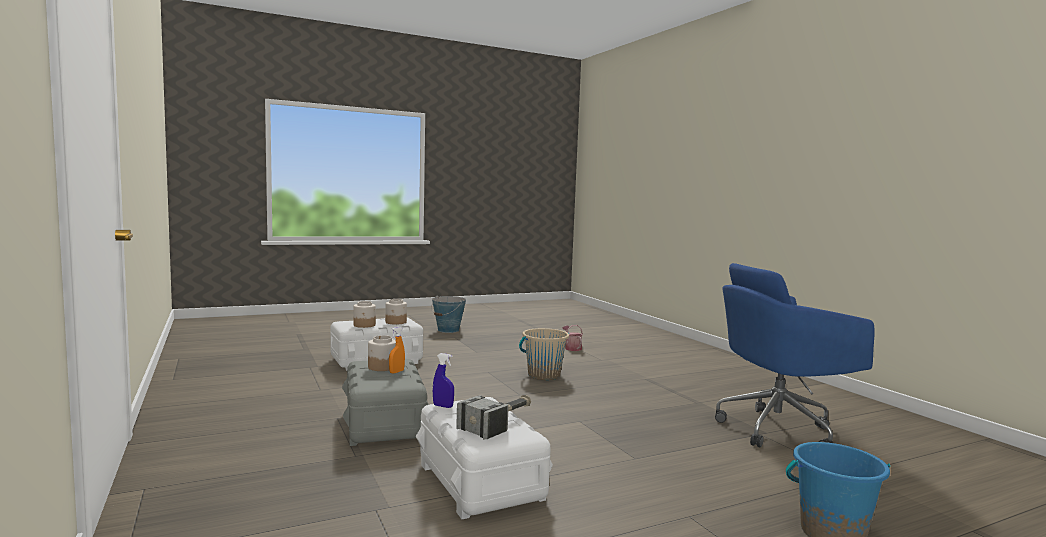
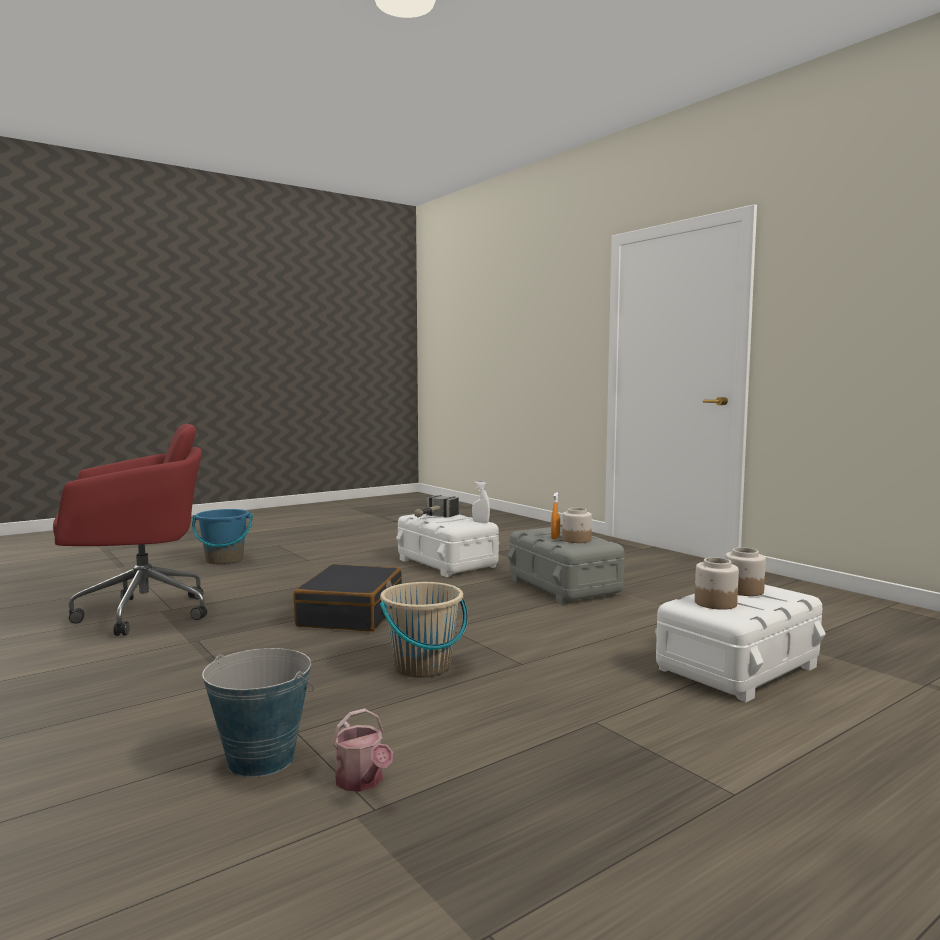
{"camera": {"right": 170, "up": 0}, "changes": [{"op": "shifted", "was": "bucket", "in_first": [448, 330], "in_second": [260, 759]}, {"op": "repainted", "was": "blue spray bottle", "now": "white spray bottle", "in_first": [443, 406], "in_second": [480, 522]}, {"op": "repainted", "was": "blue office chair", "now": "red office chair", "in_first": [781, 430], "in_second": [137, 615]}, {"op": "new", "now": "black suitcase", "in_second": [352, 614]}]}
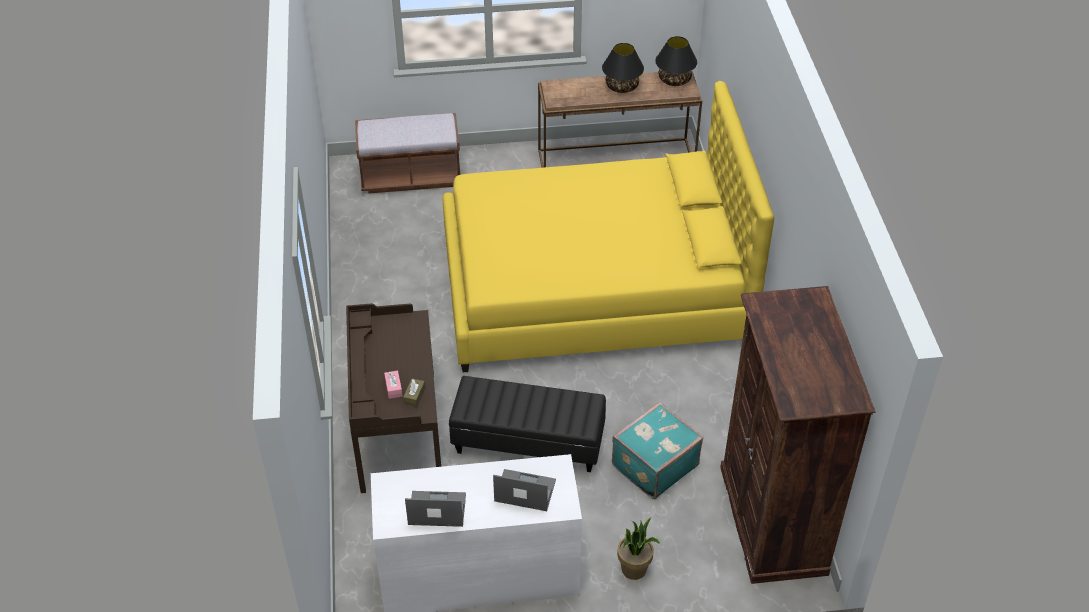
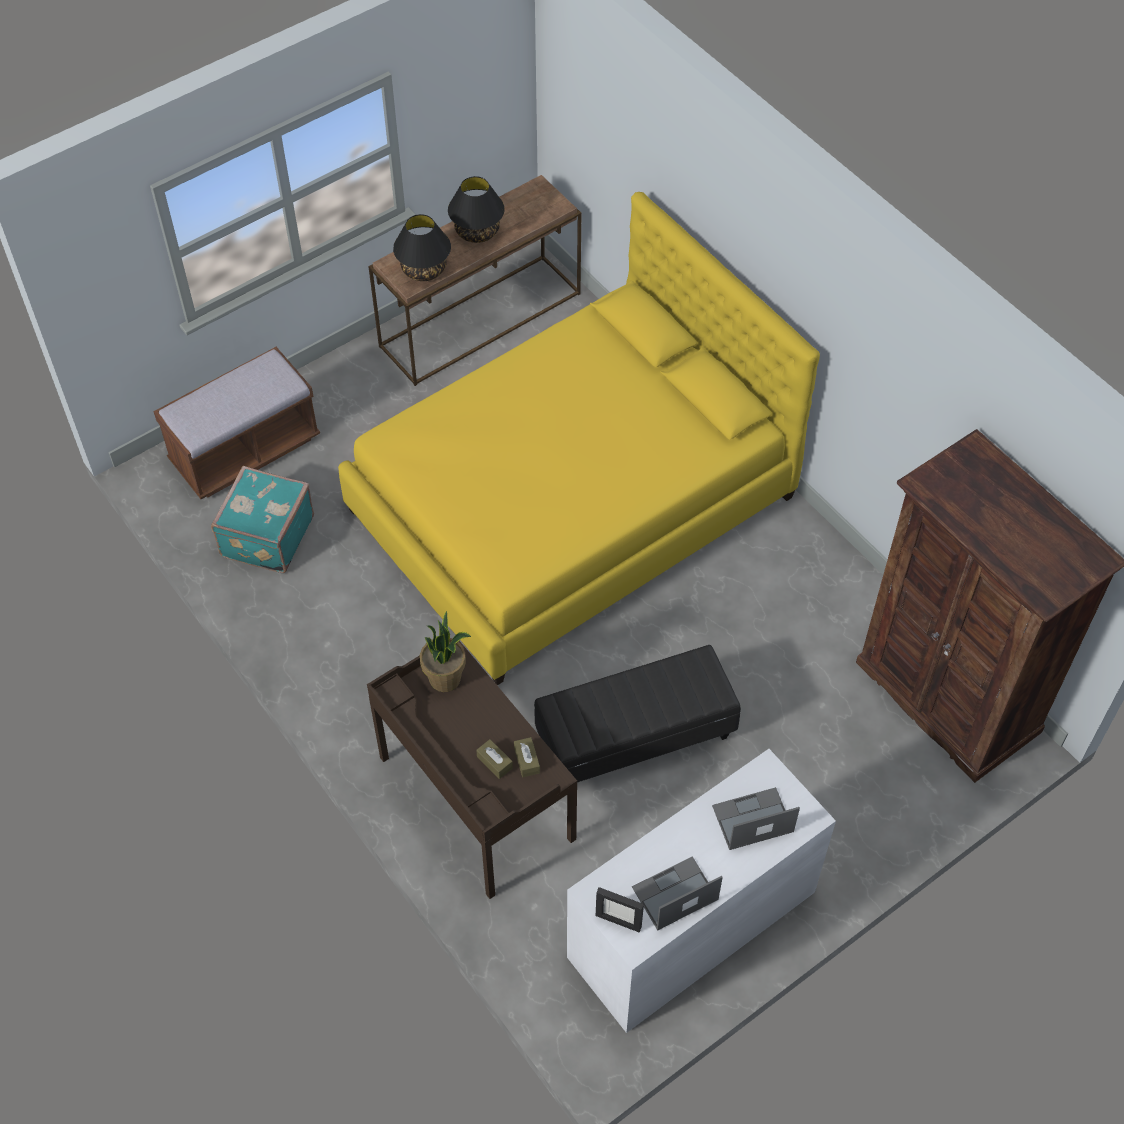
{"camera": {"right": -30, "up": 10}, "changes": [{"op": "repainted", "was": "pink tissue box", "now": "brown tissue box", "in_first": [393, 388], "in_second": [494, 762]}, {"op": "shifted", "was": "turquoise suitcase", "in_first": [653, 465], "in_second": [265, 536]}, {"op": "shifted", "was": "potted plant", "in_first": [634, 569], "in_second": [445, 679]}, {"op": "shifted", "was": "black table lamp", "in_first": [674, 80], "in_second": [424, 269]}, {"op": "new", "now": "picture frame", "in_second": [618, 920]}]}
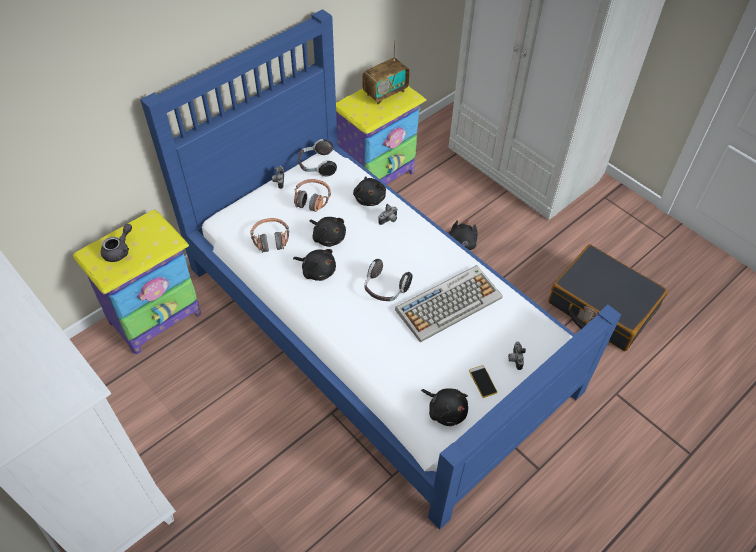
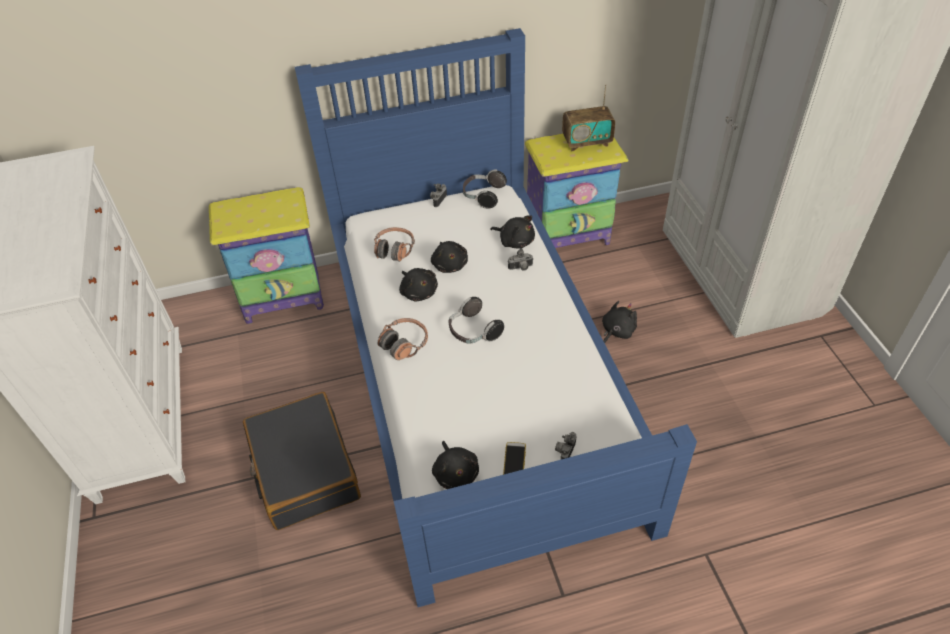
{"camera": {"right": 30, "up": -5}, "changes": [{"op": "gone", "was": "grey teapot", "in_first": [119, 250]}, {"op": "shifted", "was": "headphones", "in_first": [312, 199], "in_second": [404, 344]}, {"op": "rotated", "was": "black plush toy", "in_first": [369, 198], "in_second": [515, 241], "clockwise": -75}, {"op": "gone", "was": "keyboard", "in_first": [449, 303]}, {"op": "shifted", "was": "black suitcase", "in_first": [602, 306], "in_second": [304, 469]}]}
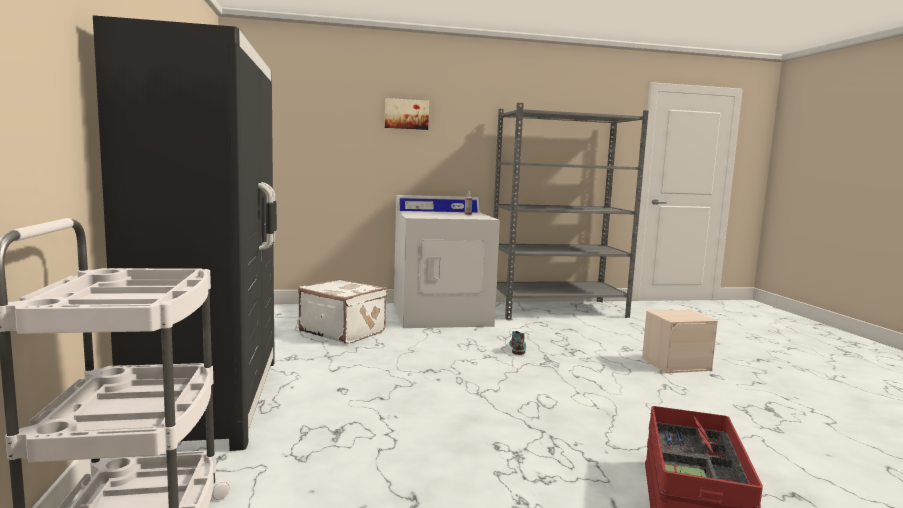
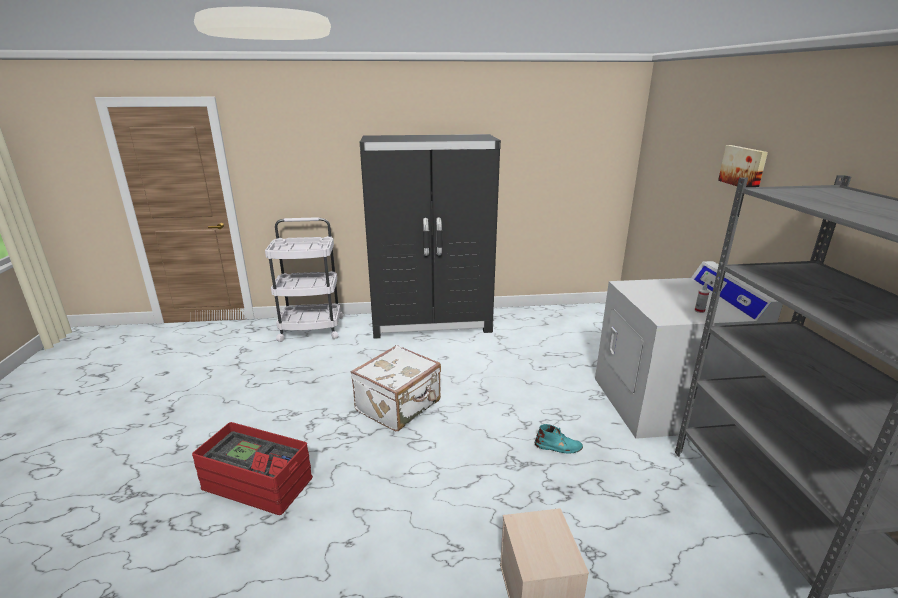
{"camera": {"right": 95, "up": 15}, "changes": [{"op": "shifted", "was": "white suitcase", "in_first": [343, 331], "in_second": [399, 406]}]}
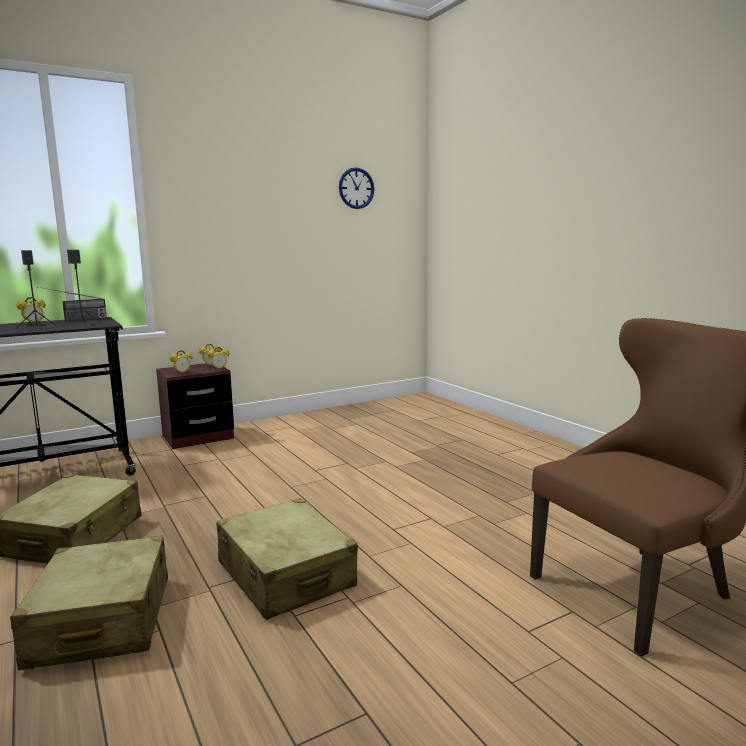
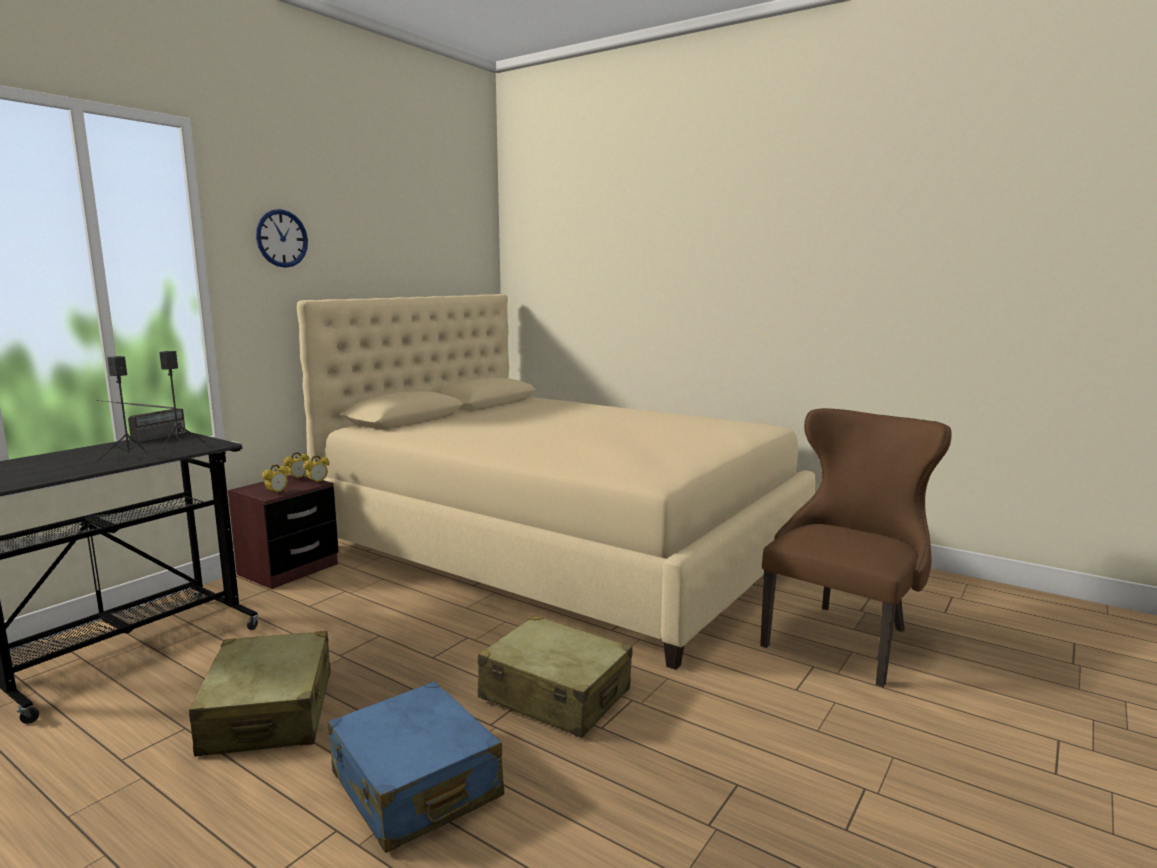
{"camera": {"right": -25, "up": 0}, "changes": [{"op": "repainted", "was": "beige suitcase", "now": "blue suitcase", "in_first": [102, 621], "in_second": [415, 785]}, {"op": "gone", "was": "alarm clock", "in_first": [33, 324]}, {"op": "shifted", "was": "wall clock", "in_first": [356, 188], "in_second": [282, 238]}, {"op": "new", "now": "beige bed", "in_second": [561, 548]}]}
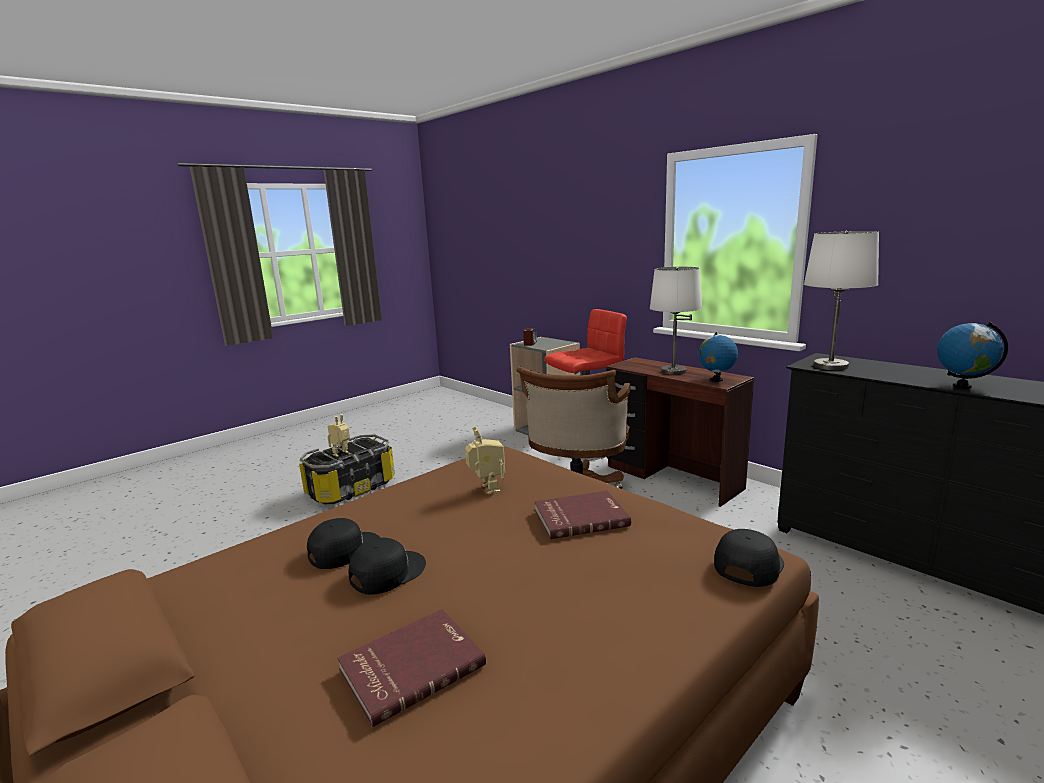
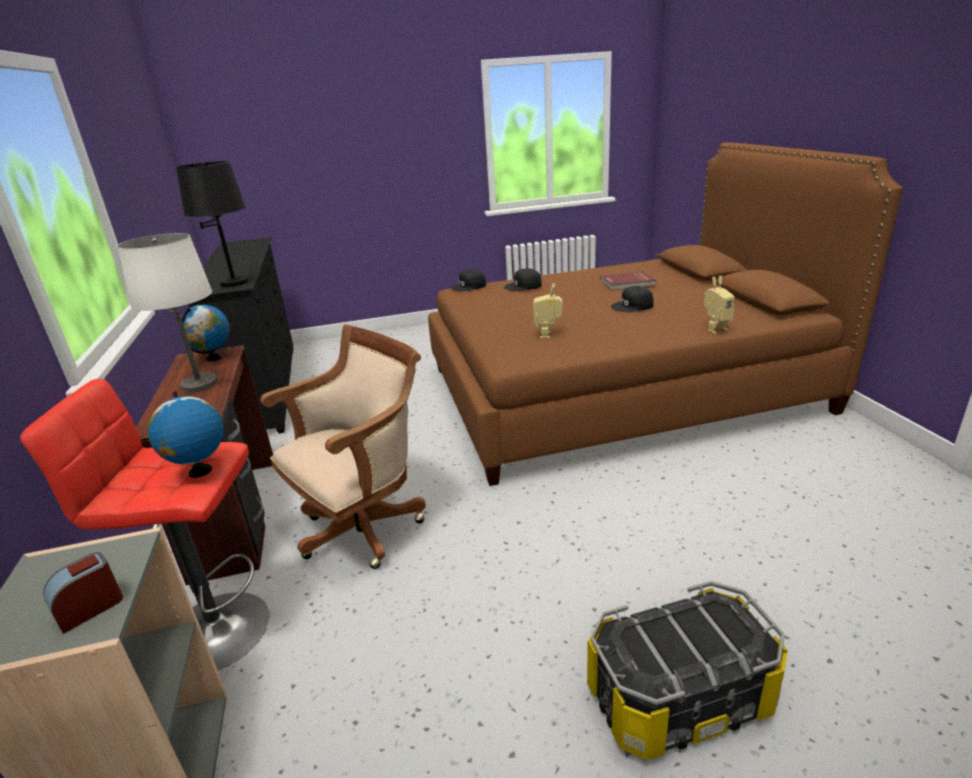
{"camera": {"right": -150, "up": 10}, "changes": [{"op": "shifted", "was": "black cap", "in_first": [344, 550], "in_second": [523, 286]}, {"op": "shifted", "was": "toy robot", "in_first": [342, 454], "in_second": [715, 329]}, {"op": "gone", "was": "red book", "in_first": [580, 517]}, {"op": "repainted", "was": "white table lamp", "now": "black table lamp", "in_first": [831, 366], "in_second": [234, 283]}, {"op": "shifted", "was": "globe", "in_first": [962, 386], "in_second": [200, 472]}]}
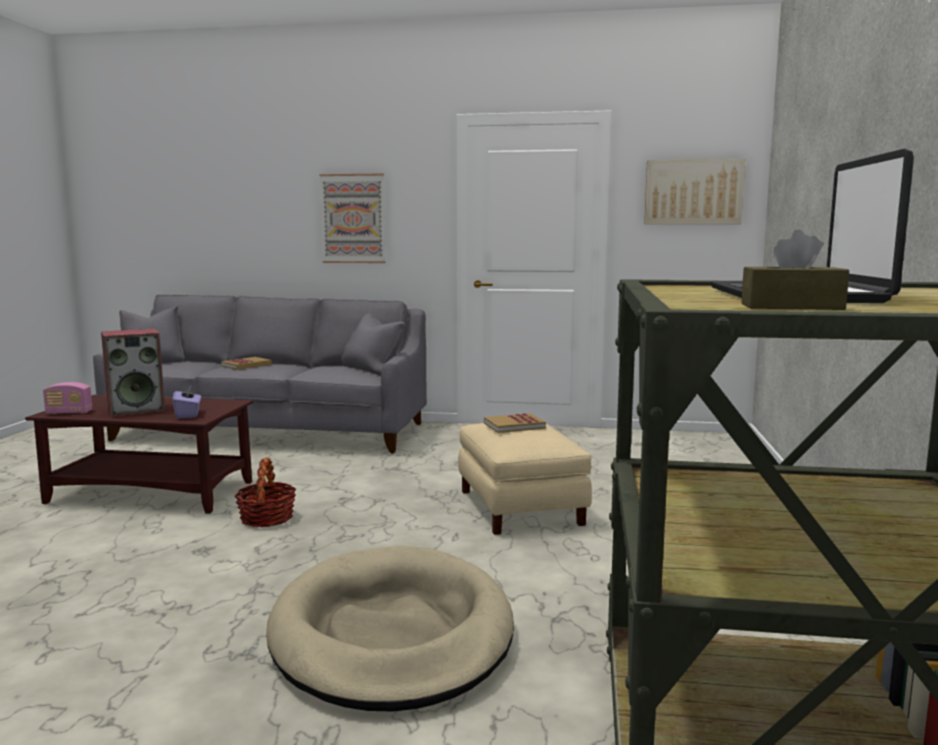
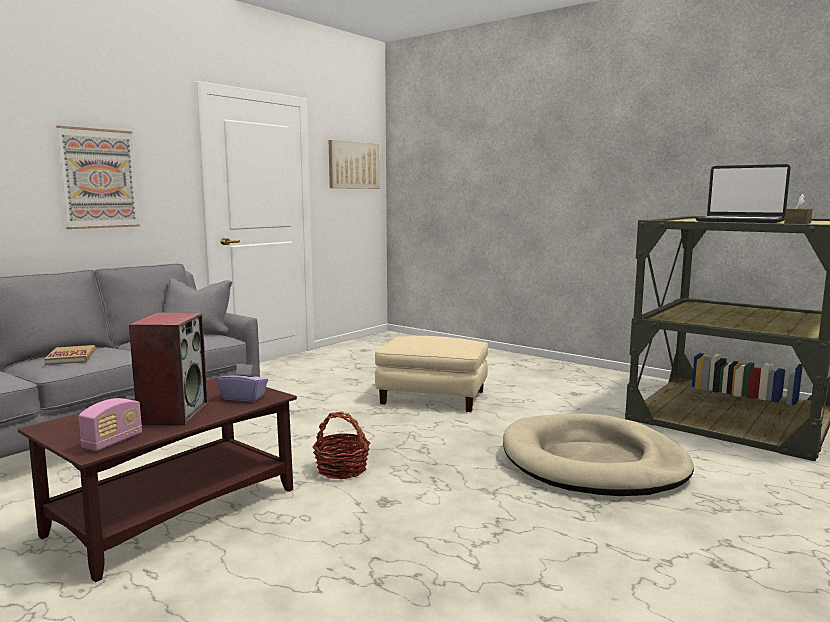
{"camera": {"right": -60, "up": 0}, "changes": [{"op": "gone", "was": "book", "in_first": [514, 426]}]}
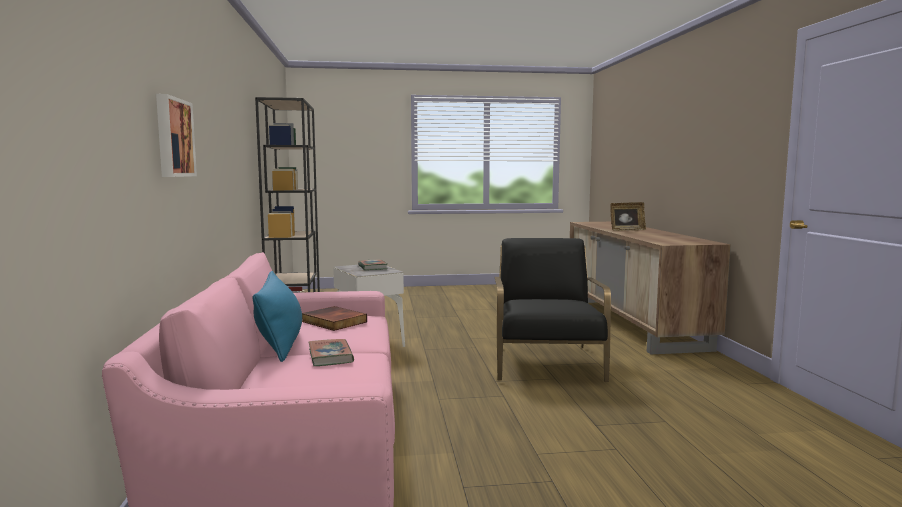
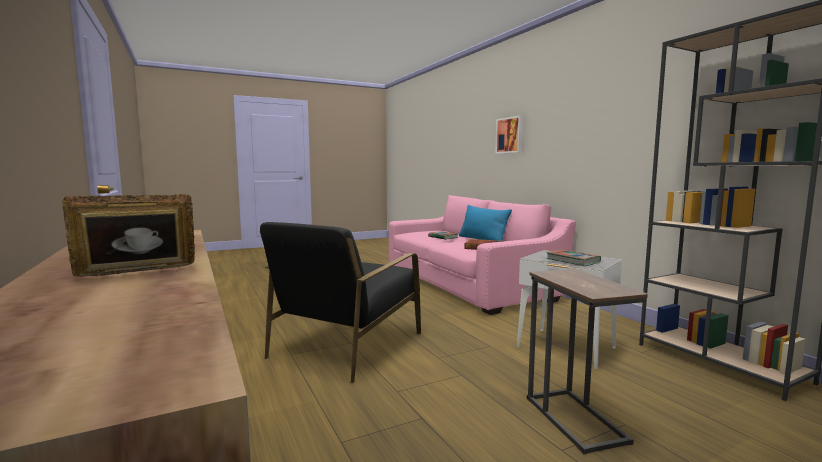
{"camera": {"right": 160, "up": 0}, "changes": [{"op": "rotated", "was": "black armchair", "in_first": [547, 364], "in_second": [347, 344], "clockwise": 45}, {"op": "new", "now": "brown side table", "in_second": [573, 419]}]}
